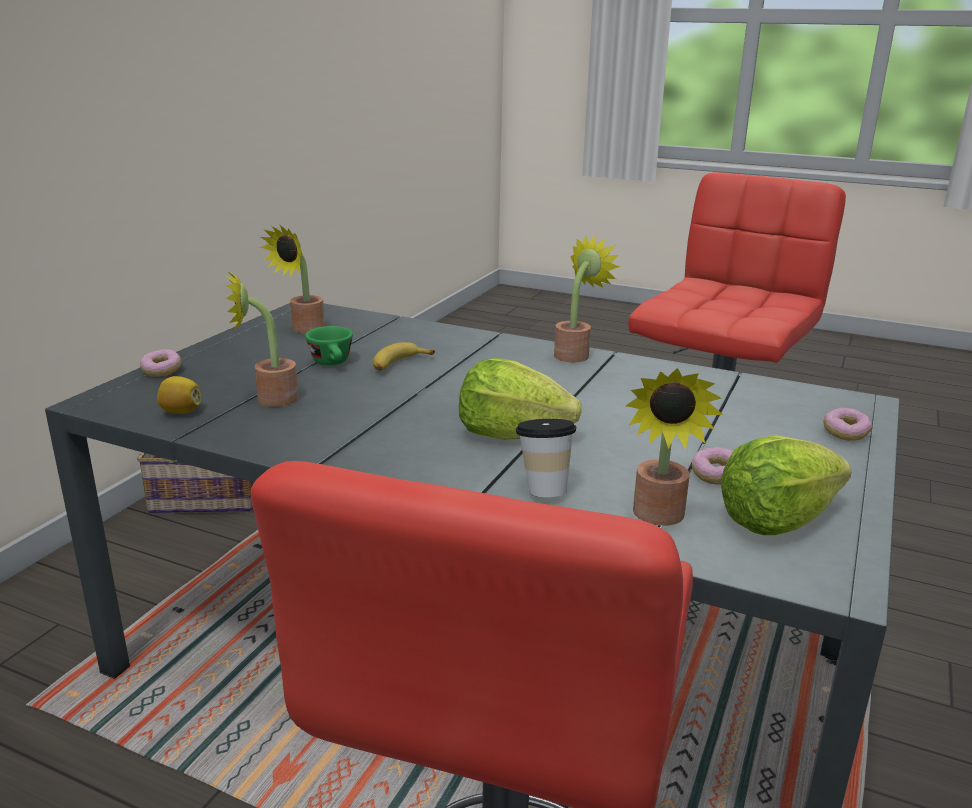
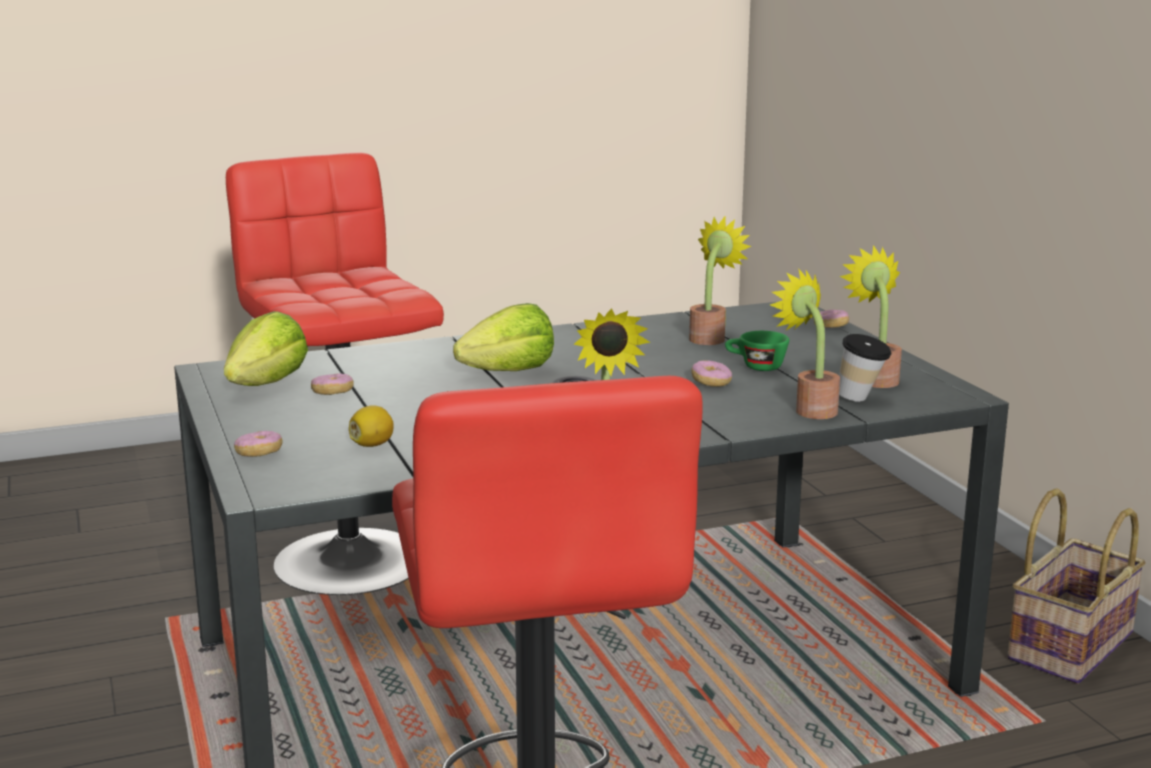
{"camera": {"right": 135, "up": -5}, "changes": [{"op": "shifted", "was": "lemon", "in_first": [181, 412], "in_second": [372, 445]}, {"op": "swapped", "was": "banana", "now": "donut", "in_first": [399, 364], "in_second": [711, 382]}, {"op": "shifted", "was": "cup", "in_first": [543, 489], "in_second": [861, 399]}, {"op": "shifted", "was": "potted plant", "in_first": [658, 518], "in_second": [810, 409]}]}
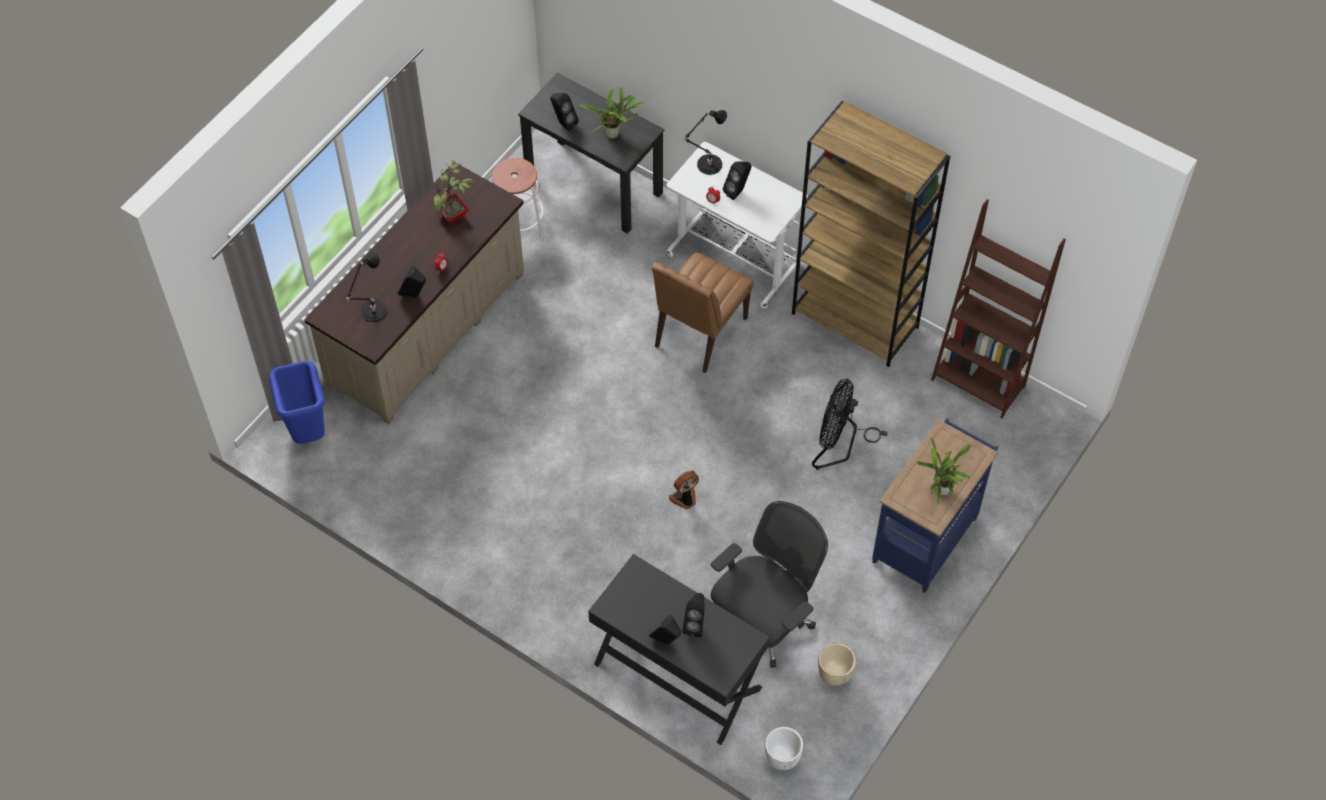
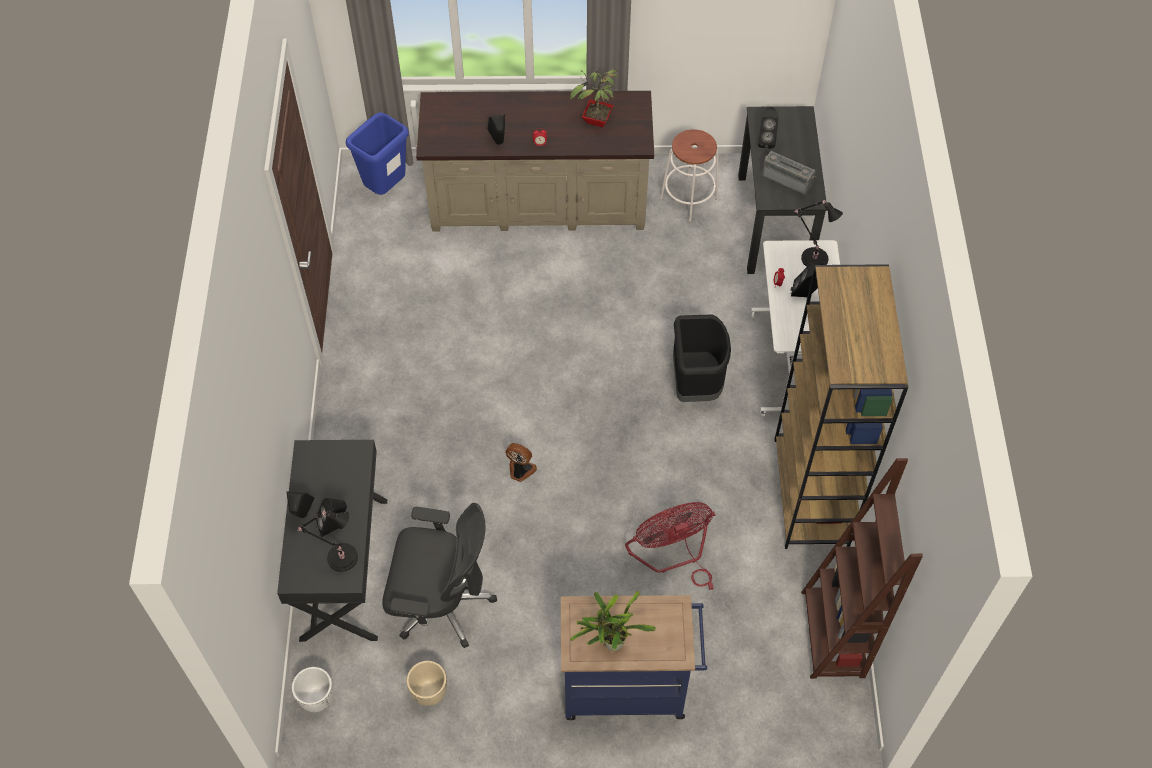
{"camera": {"right": 55, "up": 0}, "changes": [{"op": "shifted", "was": "black table lamp", "in_first": [372, 312], "in_second": [339, 557]}, {"op": "swapped", "was": "potted plant", "now": "radio", "in_first": [614, 134], "in_second": [788, 179]}, {"op": "swapped", "was": "brown chair", "now": "black trash can", "in_first": [701, 331], "in_second": [696, 383]}, {"op": "repainted", "was": "black fan", "now": "red fan", "in_first": [841, 438], "in_second": [677, 555]}]}
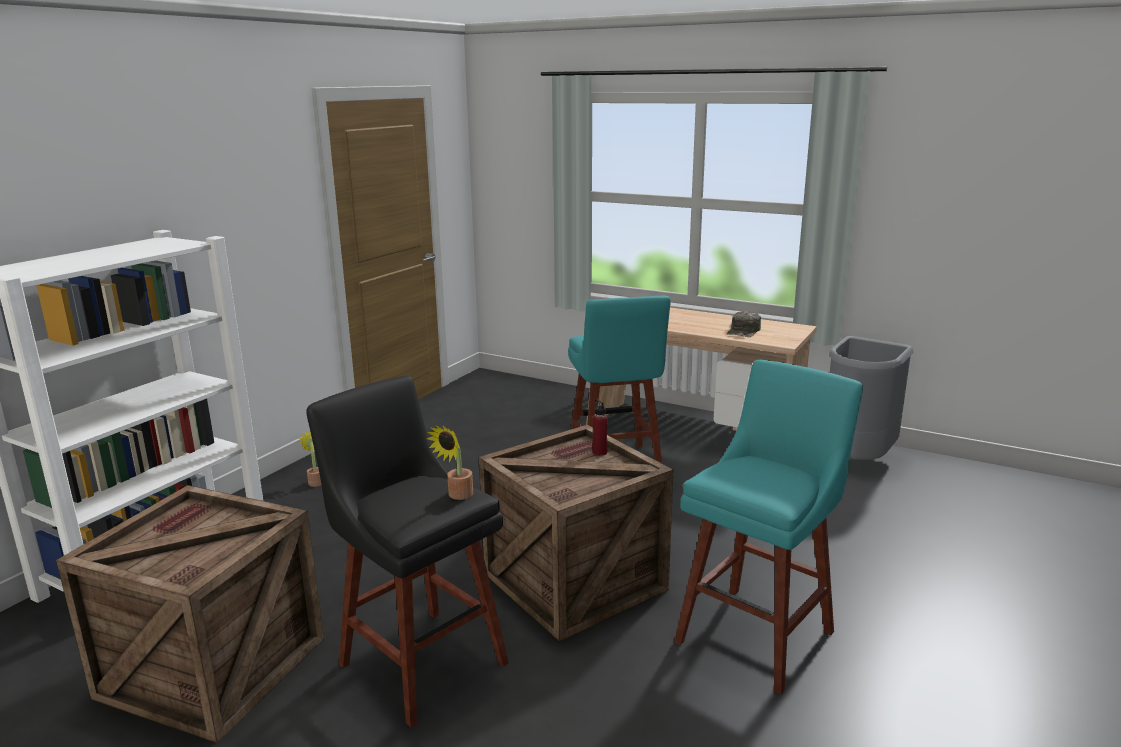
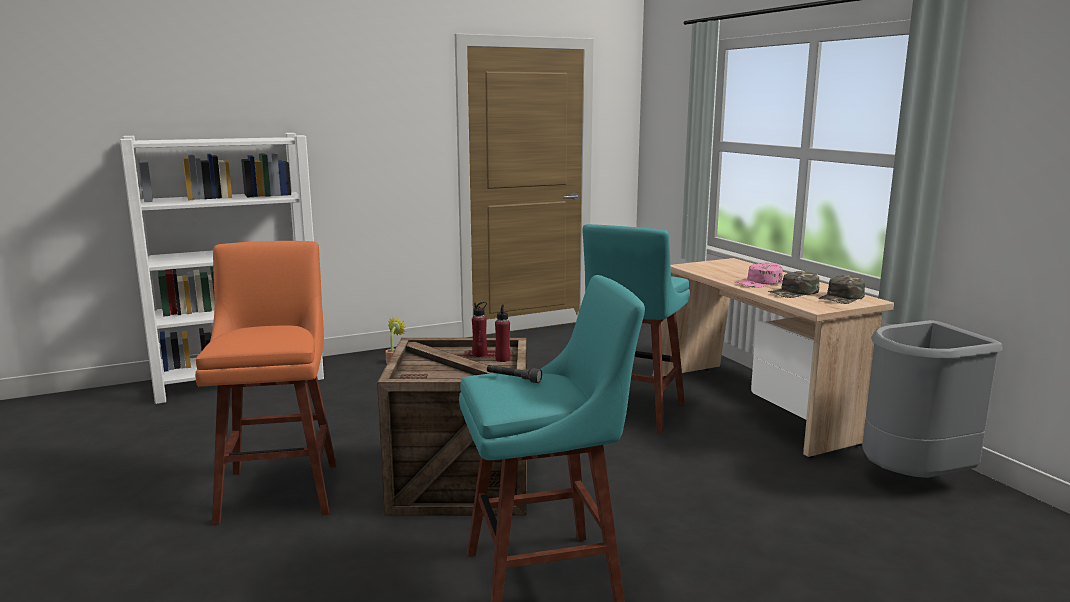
{"camera": {"right": 35, "up": -5}, "changes": [{"op": "gone", "was": "crate", "in_first": [213, 665]}, {"op": "repainted", "was": "black stool", "now": "orange stool", "in_first": [421, 661], "in_second": [280, 490]}, {"op": "gone", "was": "potted plant", "in_first": [457, 496]}, {"op": "new", "now": "red bottle", "in_second": [479, 354]}, {"op": "new", "now": "grey flashlight", "in_second": [513, 379]}, {"op": "new", "now": "pink cap", "in_second": [759, 283]}, {"op": "new", "now": "green cap", "in_second": [842, 298]}]}
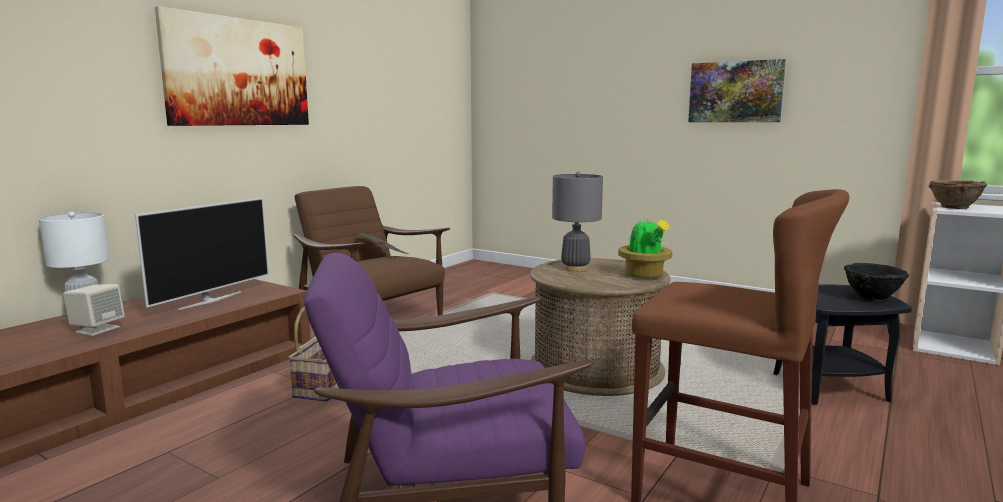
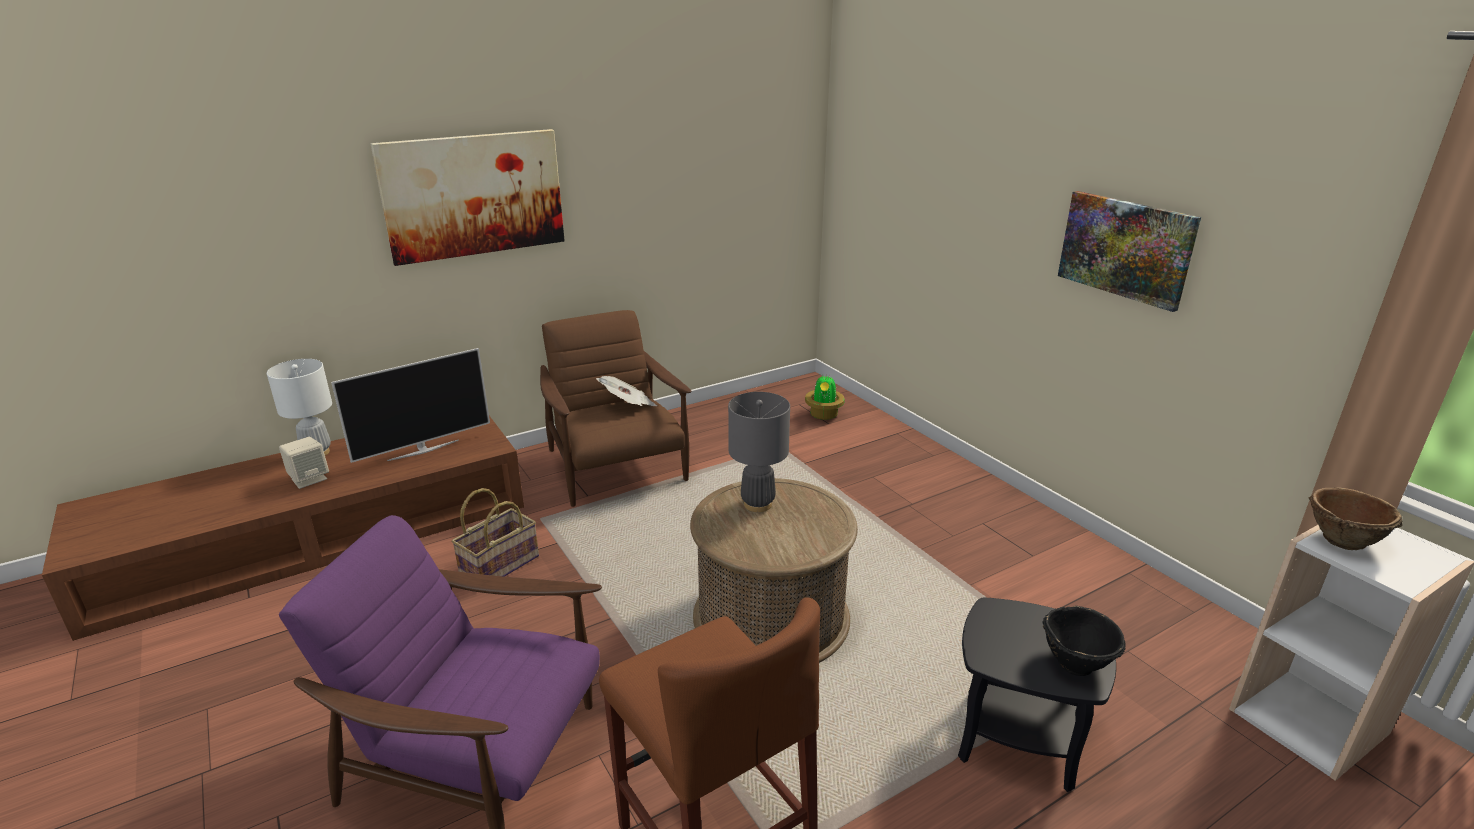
{"camera": {"right": 25, "up": 15}, "changes": [{"op": "shifted", "was": "potted plant", "in_first": [645, 275], "in_second": [823, 415]}]}
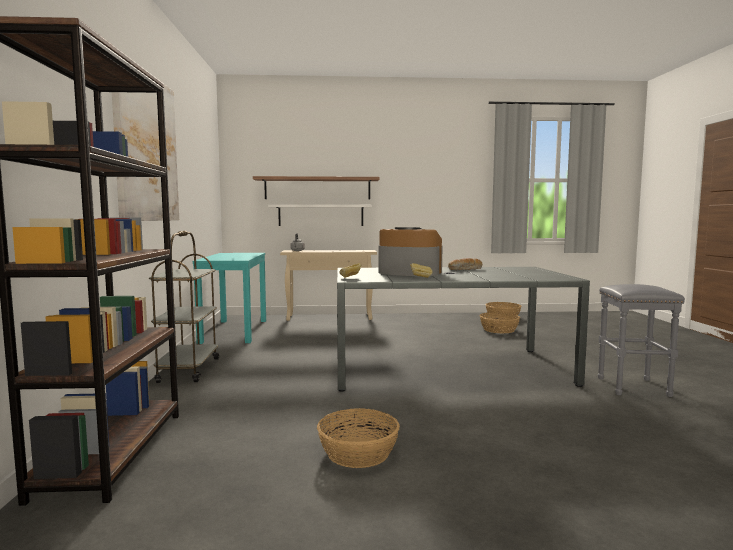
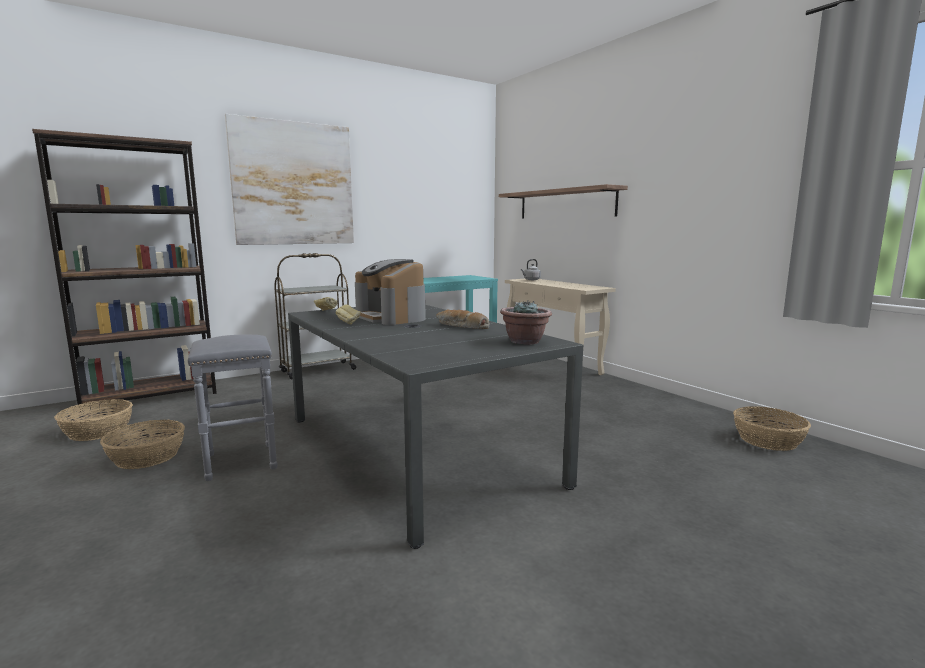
{"camera": {"right": 60, "up": 5}, "changes": [{"op": "gone", "was": "white shelf", "in_first": [321, 215]}, {"op": "rotated", "was": "coffee machine", "in_first": [408, 273], "in_second": [392, 317], "clockwise": 150}, {"op": "shifted", "was": "basket", "in_first": [499, 330], "in_second": [97, 431]}, {"op": "shifted", "was": "grey stool", "in_first": [632, 387], "in_second": [239, 461]}, {"op": "new", "now": "potted plant", "in_second": [525, 341]}]}
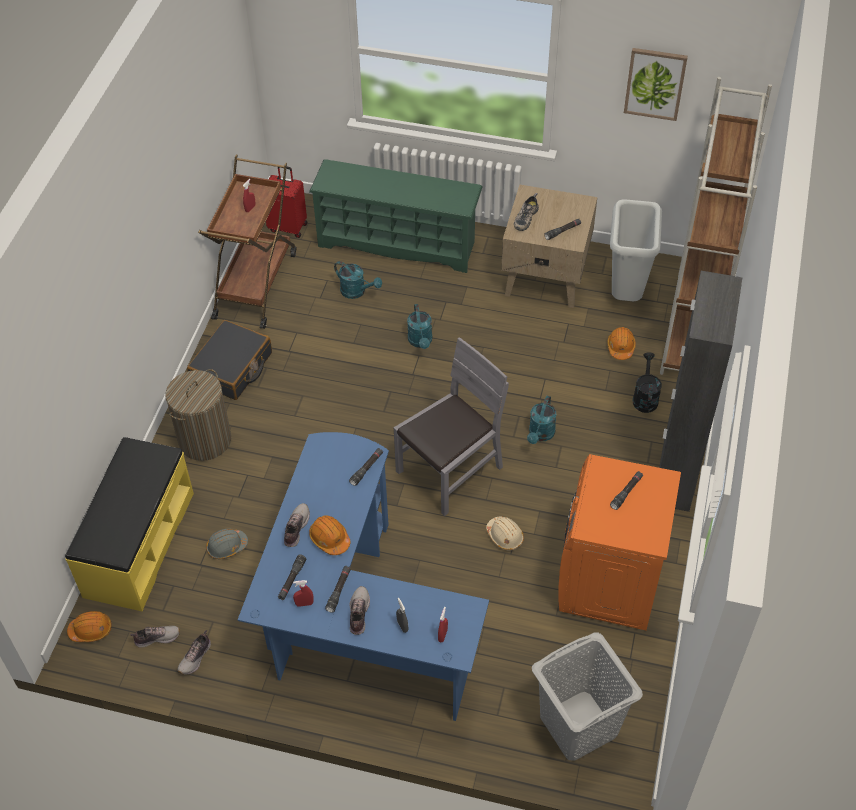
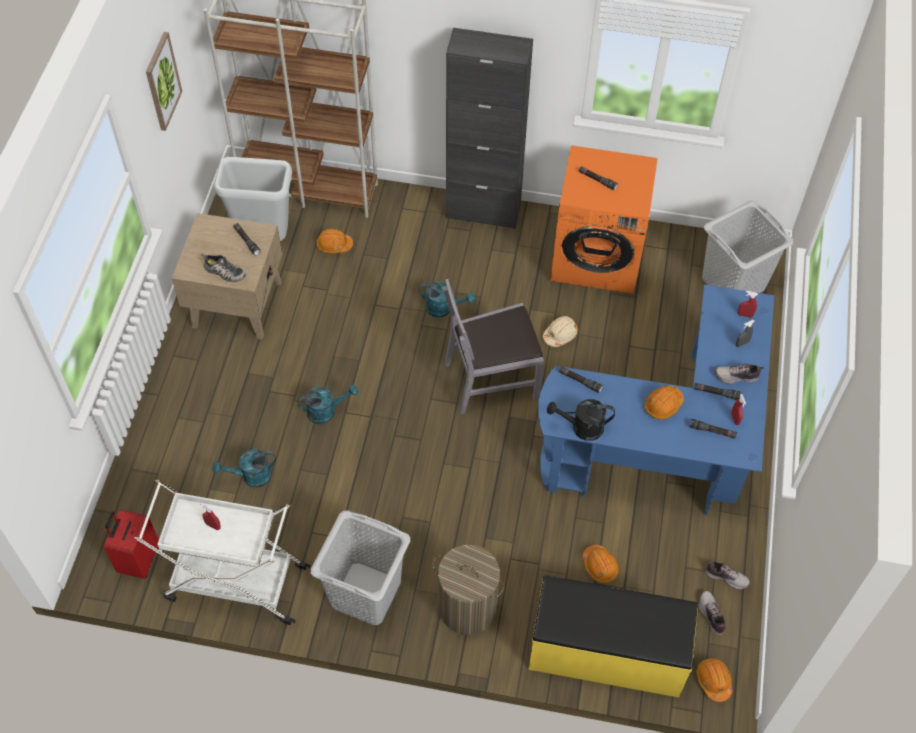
{"camera": {"right": -95, "up": 5}, "changes": [{"op": "swapped", "was": "black suitcase", "now": "grey laundry basket", "in_first": [232, 368], "in_second": [365, 593]}, {"op": "repainted", "was": "brown cart", "now": "white cart", "in_first": [256, 285], "in_second": [236, 583]}, {"op": "repainted", "was": "grey hard hat", "now": "orange hard hat", "in_first": [227, 547], "in_second": [600, 566]}, {"op": "gone", "was": "shoe", "in_first": [295, 528]}, {"op": "gone", "was": "green shoe rack", "in_first": [398, 243]}, {"op": "rotated", "was": "turquoise watering can", "in_first": [357, 292], "in_second": [251, 477], "clockwise": -135}, {"op": "rotated", "was": "grey chair", "in_first": [450, 471], "in_second": [491, 379], "clockwise": -60}, {"op": "shifted", "was": "black watering can", "in_first": [645, 397], "in_second": [581, 428]}]}
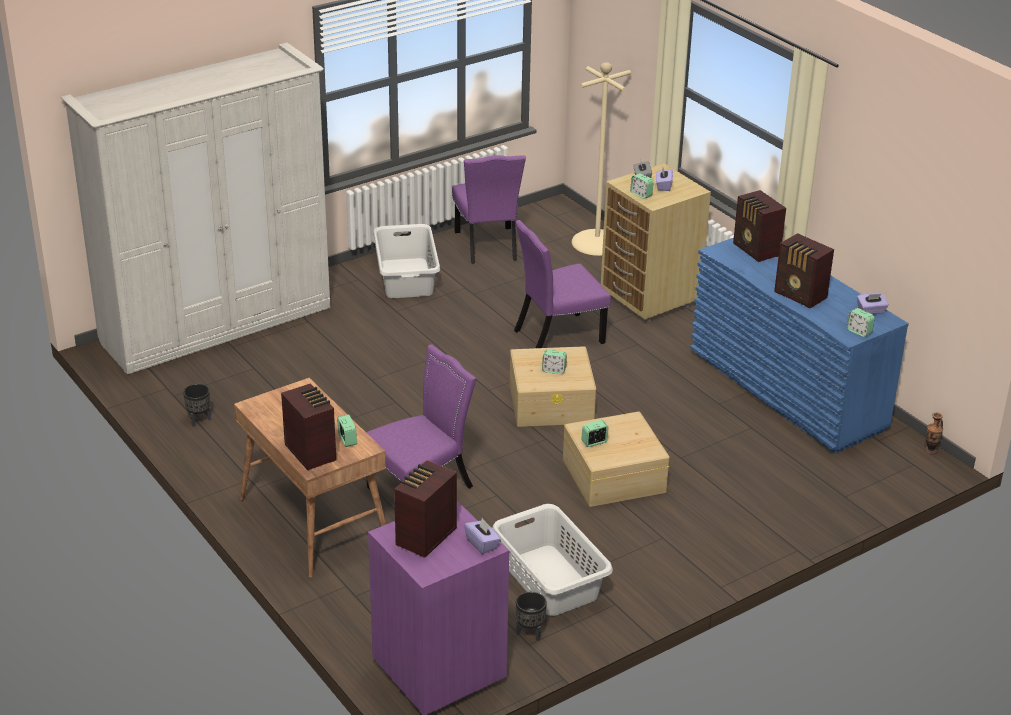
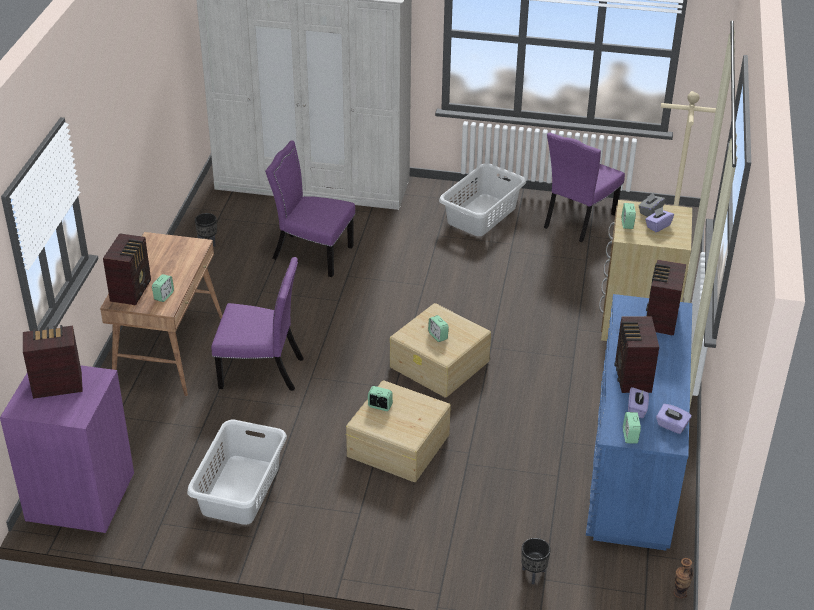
{"camera": {"right": 45, "up": 5}, "changes": [{"op": "shifted", "was": "purple tissue box", "in_first": [482, 544], "in_second": [637, 409]}, {"op": "shifted", "was": "purple chair", "in_first": [559, 335], "in_second": [313, 254]}, {"op": "shifted", "was": "black planter", "in_first": [530, 633], "in_second": [533, 575]}]}
